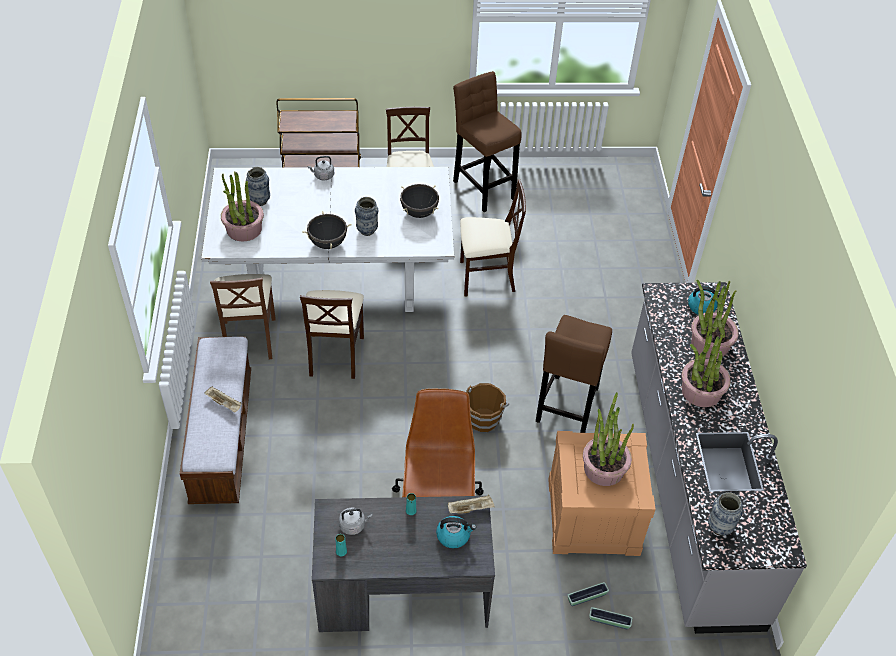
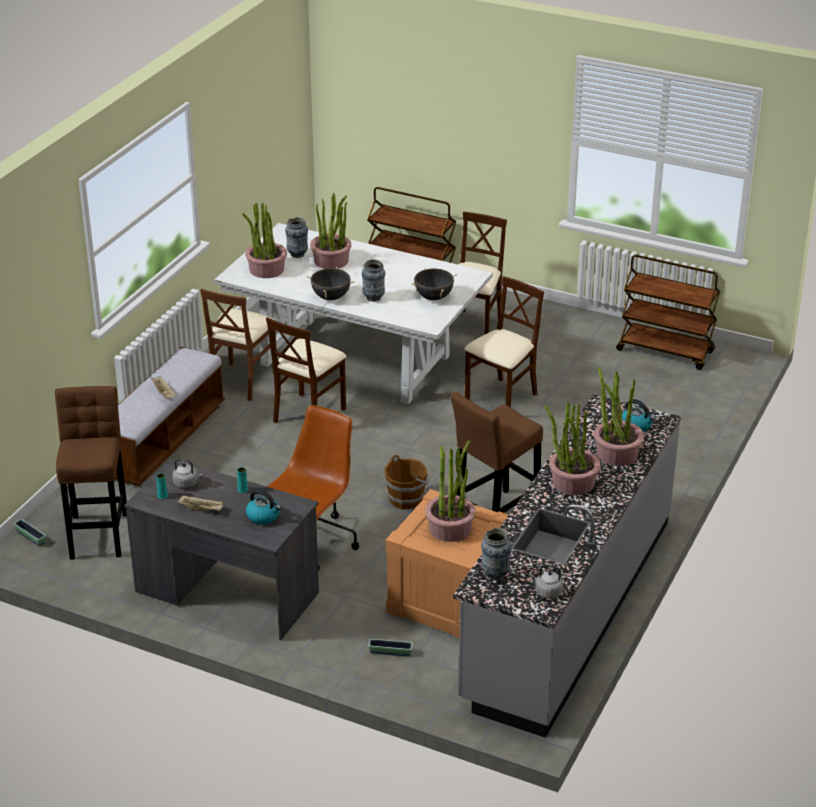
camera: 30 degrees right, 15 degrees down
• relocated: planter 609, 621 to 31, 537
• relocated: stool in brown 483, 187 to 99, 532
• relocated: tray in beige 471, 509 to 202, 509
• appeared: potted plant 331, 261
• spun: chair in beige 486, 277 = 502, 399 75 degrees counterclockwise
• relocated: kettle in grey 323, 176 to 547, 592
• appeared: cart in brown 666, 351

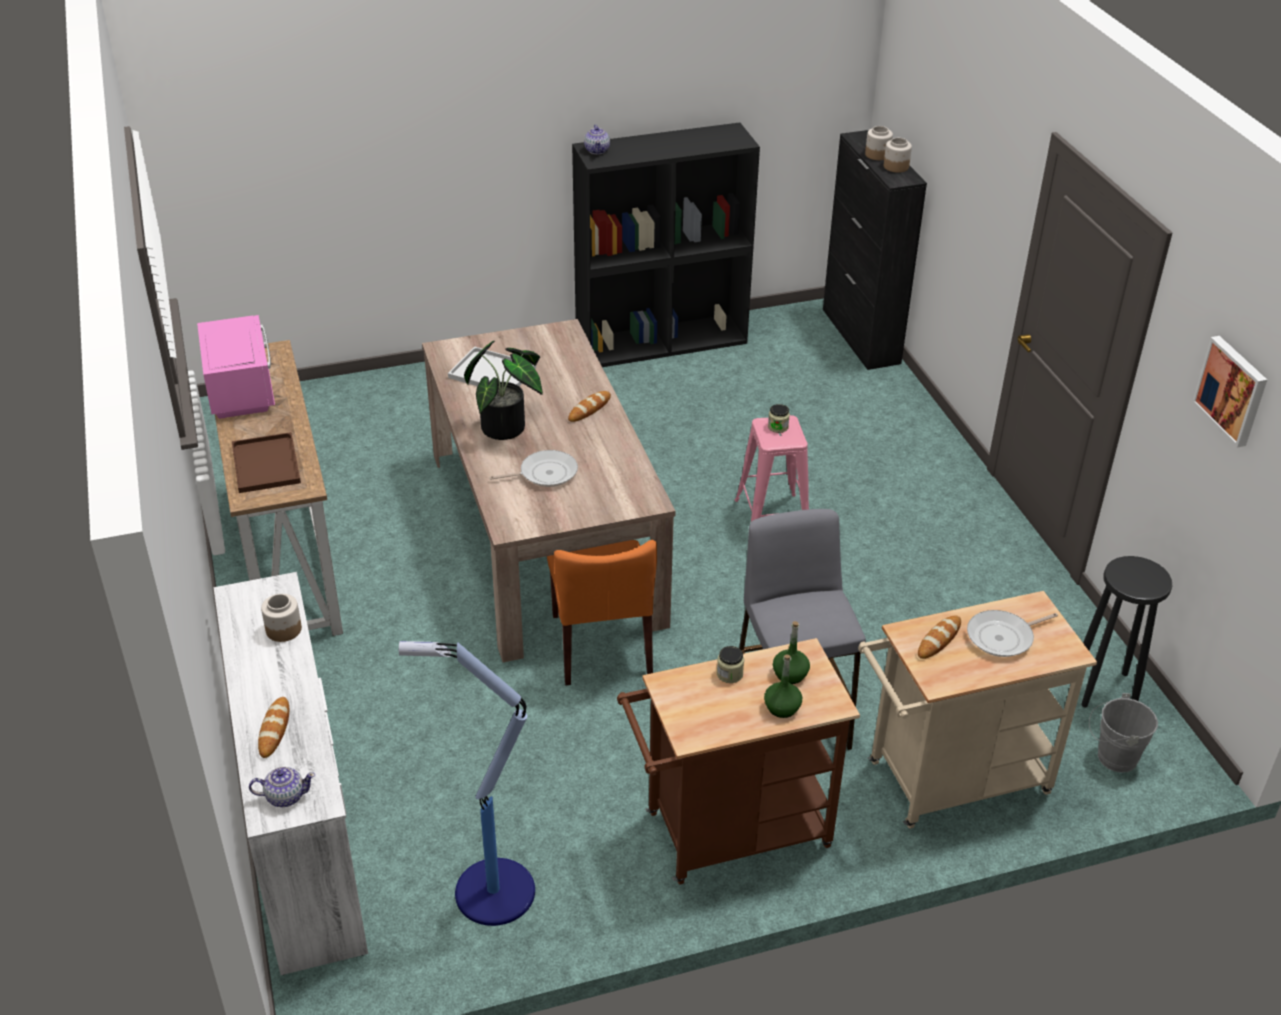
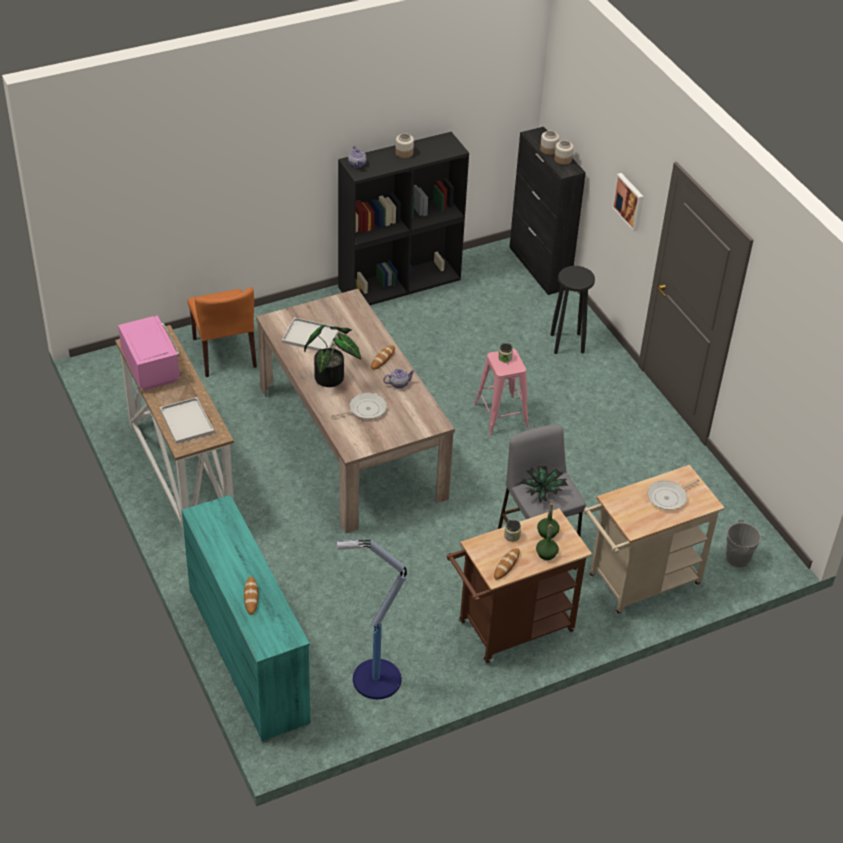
camera: 10 degrees left, 5 degrees up
• colour: tray in brown 265, 463 to tray in white 185, 421
• colour: dresser in white 304, 830 to dresser in turquoise 249, 654
• relocated: chair in orange 601, 645 to 224, 353
• relocated: teapot 285, 796 to 398, 384
• relocated: jar 283, 629 to 404, 153
• relocated: bread 939, 639 to 506, 565
• appeared: potted plant 543, 491
• relocated: stool in black 1105, 689 to 567, 343
• relocated: picture 1232, 390 to 629, 201

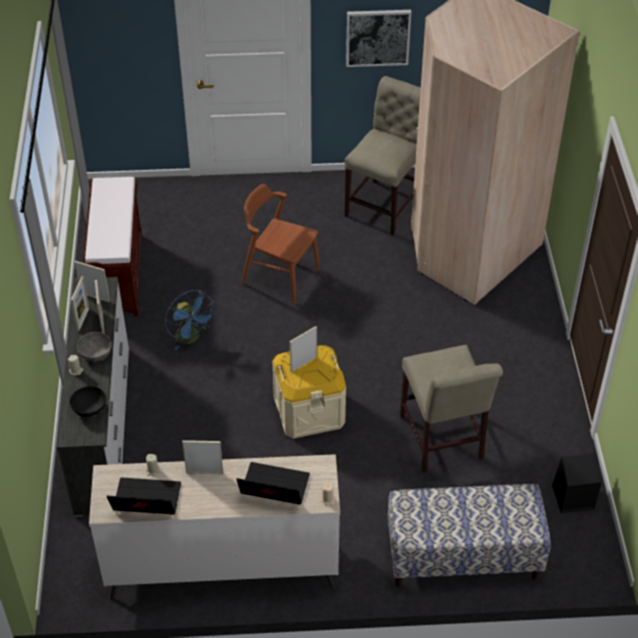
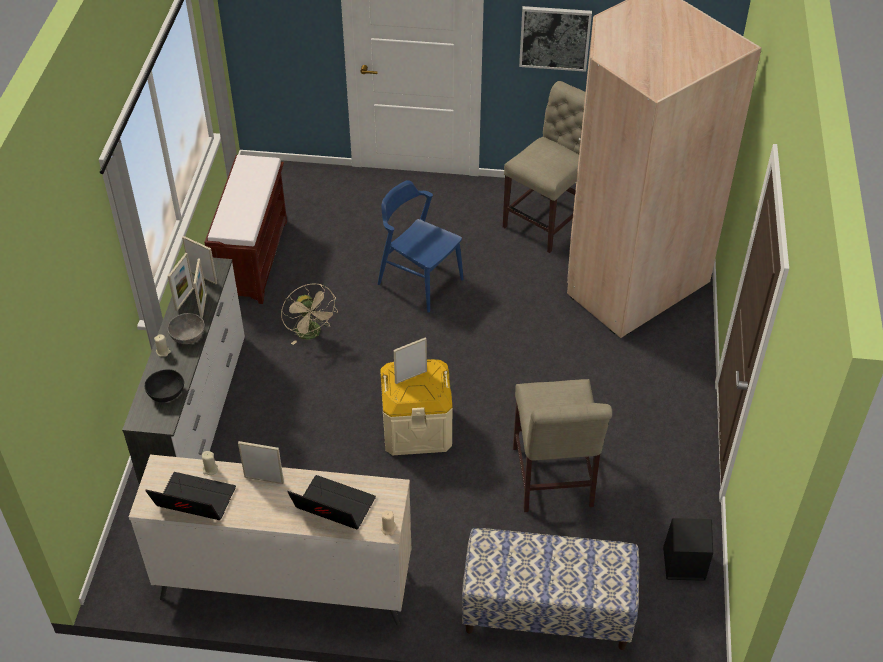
camera: 10 degrees right, 0 degrees up
• colour: fan in blue 191, 338 to fan in beige 312, 334
• colour: chair in brown 280, 276 to chair in blue 420, 281

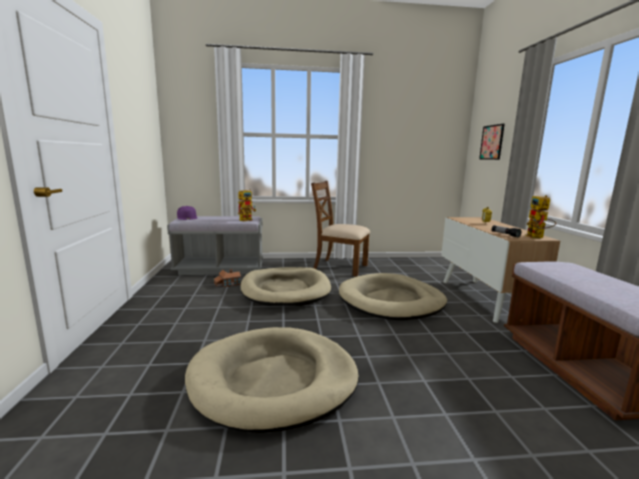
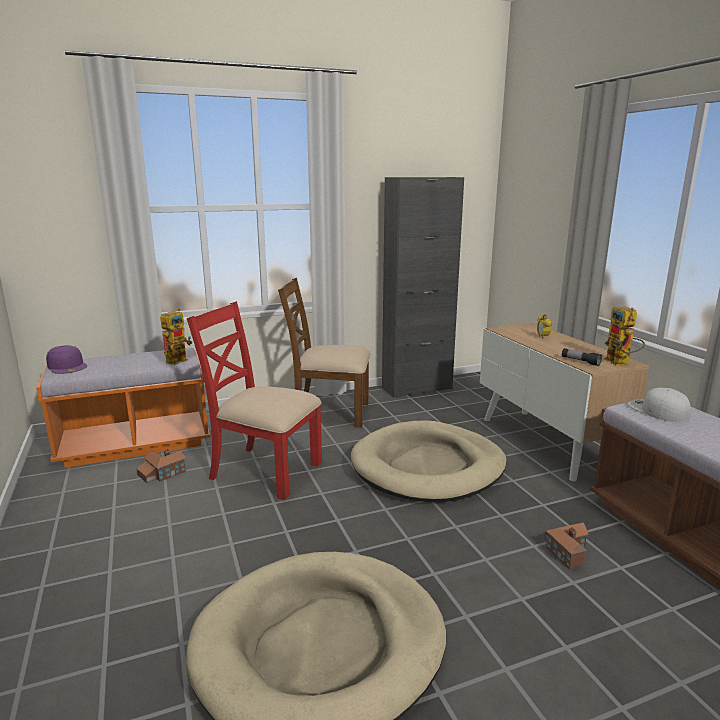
camera: 15 degrees left, 5 degrees up
• colour: bench in grey 220, 269 to bench in orange 135, 443
• exchanged: dog bed in beige 285, 290 to chair in red 264, 471
• appeared: cabinet in black 417, 388
• appeared: toy house 566, 550
• appeared: cap in white 657, 410
• missing: picture 492, 142

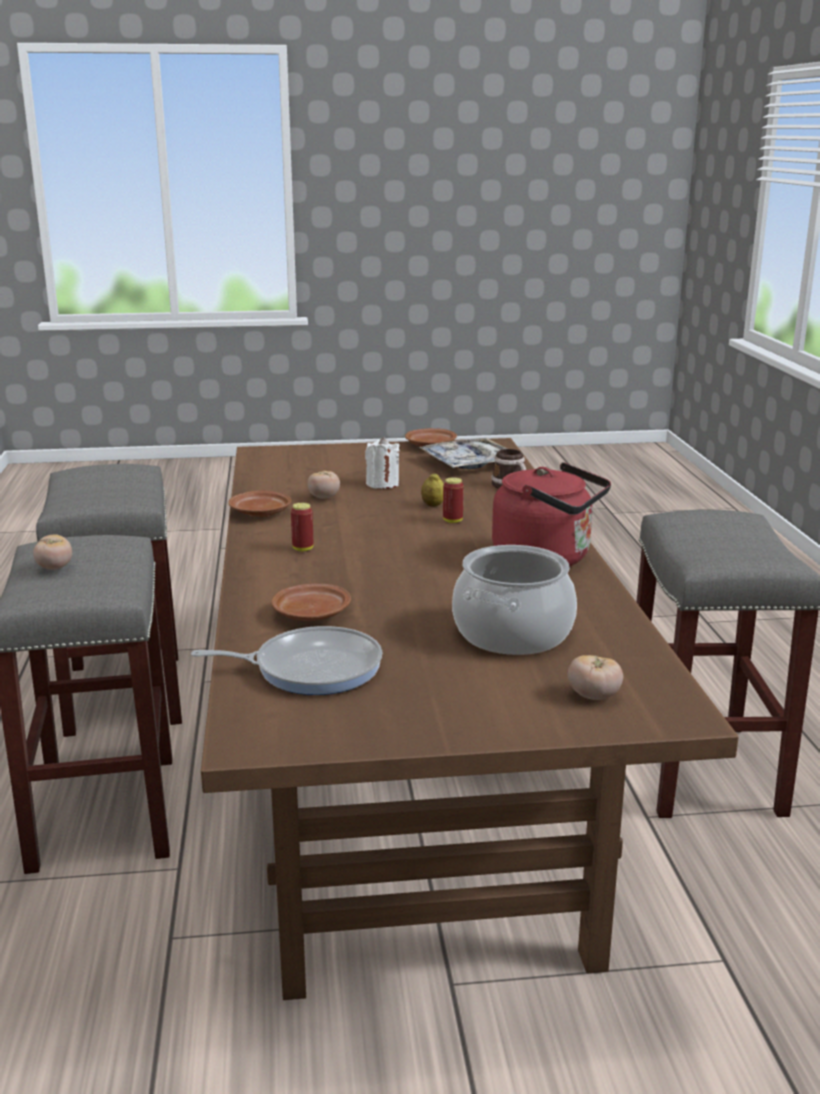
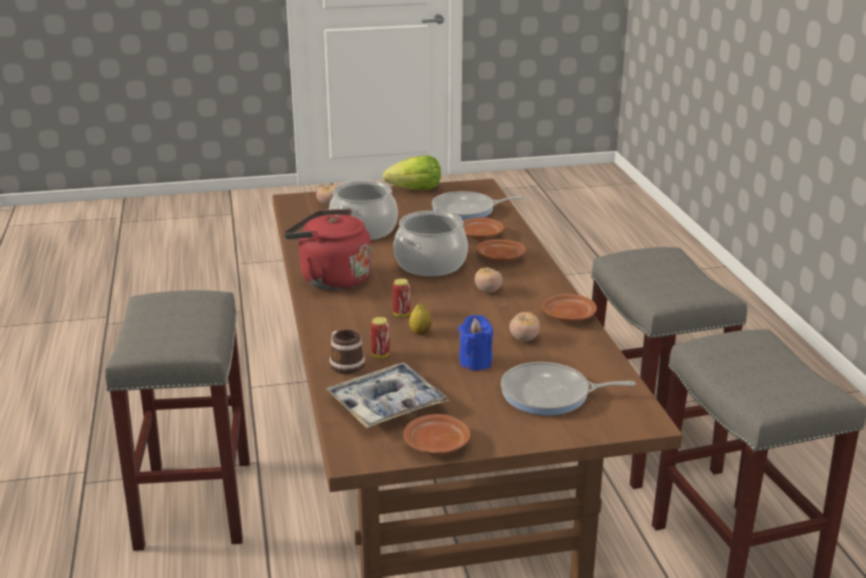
camera: 175 degrees right, 5 degrees up
• relocated: can 303, 549 to 380, 355
• appeared: lettuce 415, 190
• appeared: cooking pot 430, 264
• colour: candle in white 382, 484 to candle in blue 475, 362
• relocated: tomato 55, 568 to 488, 291
• appeared: plate in brown 501, 258
• appeared: frying pan 550, 395

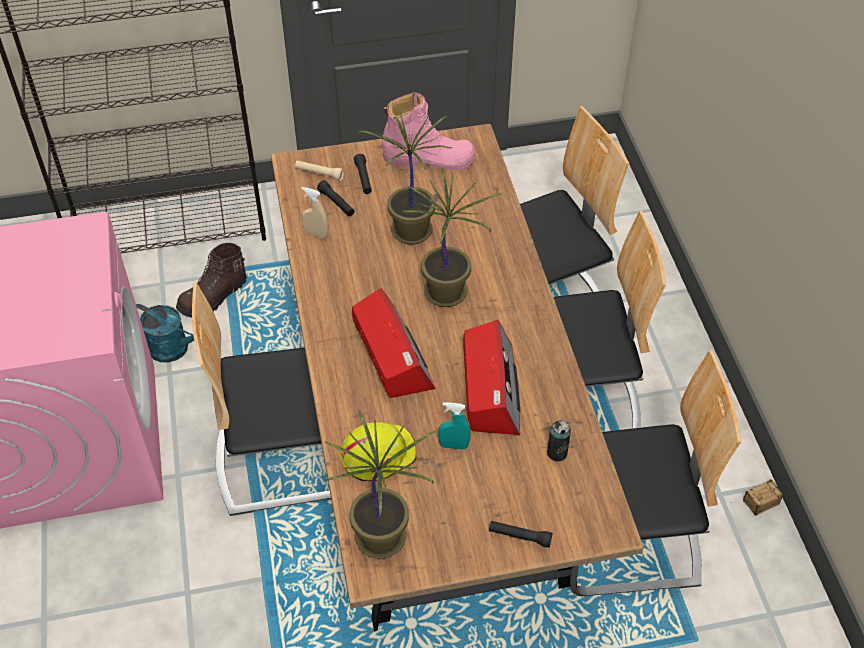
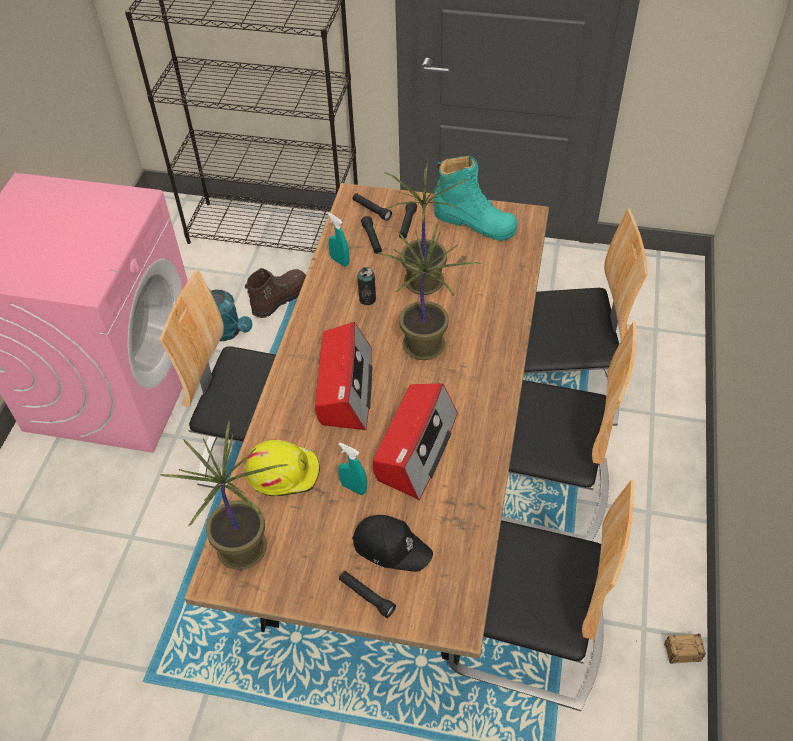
camera: 25 degrees right, 0 degrees up
• spun: boot in brown 214, 297 = 280, 299 150 degrees clockwise
• colour: spray bottle in beige 316, 234 to spray bottle in turquoise 339, 261
• appeared: cap in black 391, 546
• colour: flashlight in beige 319, 173 to flashlight in black 371, 210
• relocated: can 557, 453 to 367, 299
• colour: boot in pink 428, 158 to boot in turquoise 474, 222

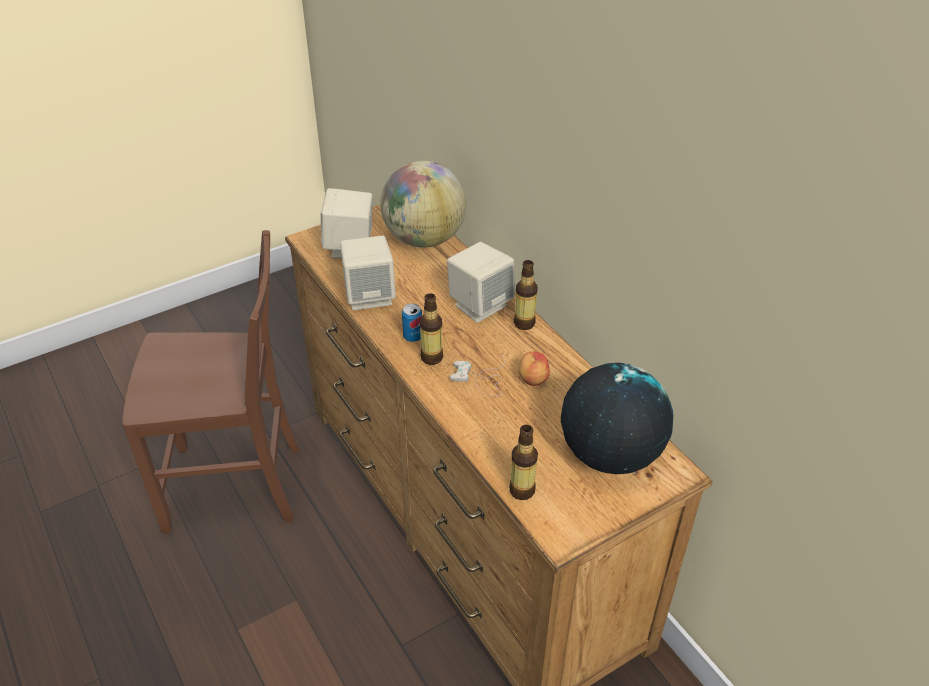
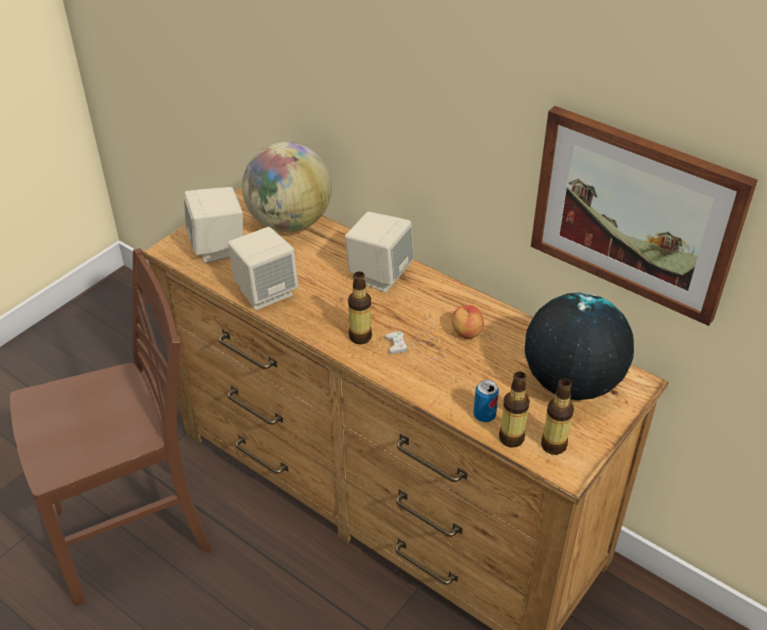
camera: 20 degrees left, 0 degrees up
• relocated: can 413, 336 to 484, 415
• appeared: picture 635, 213
• relocated: bottle 524, 323 to 553, 445

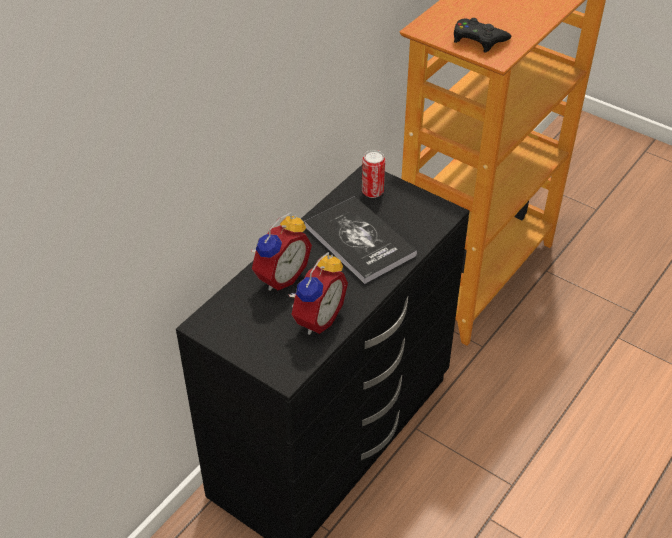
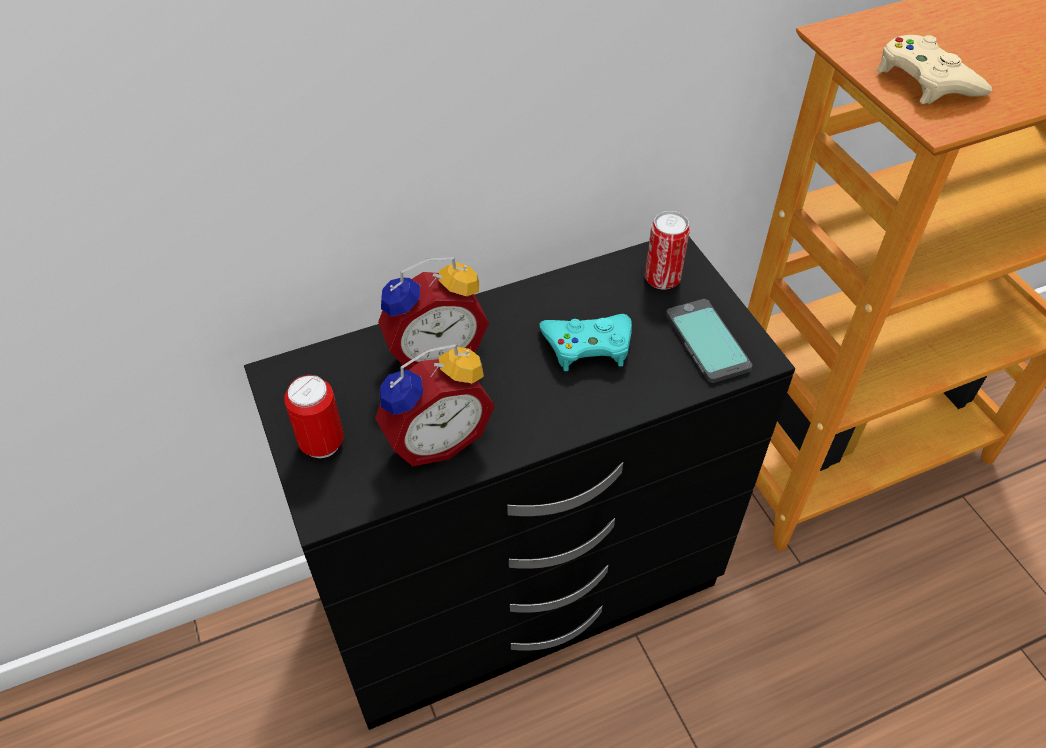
camera: 30 degrees right, 5 degrees up
• appeared: can 322, 443
• exchanged: book 359, 241 to game controller in turquoise 588, 345
• appeared: phone 706, 342
• colour: game controller in black 478, 39 to game controller in beige 926, 80

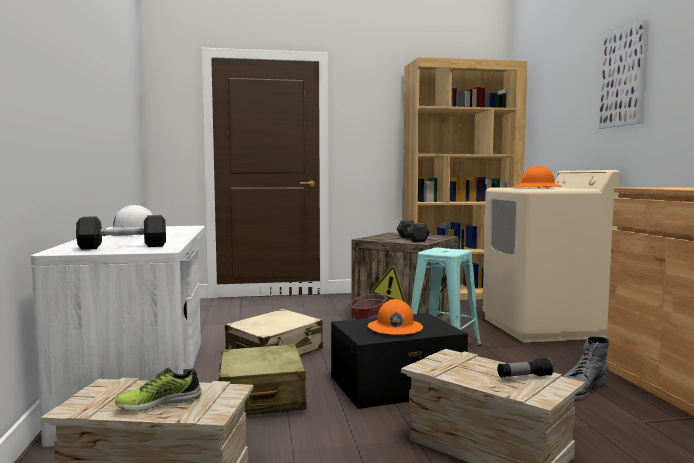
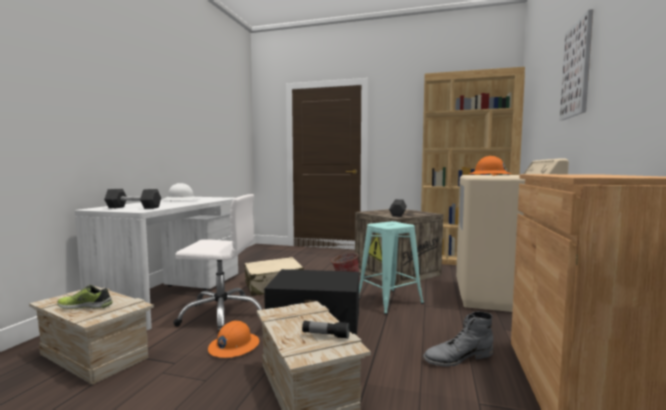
camera: 25 degrees right, 0 degrees up
• exchanged: suitcase in beige 261, 397 to office chair in white 222, 315
• relocated: hard hat in orange 394, 328 to 233, 346

